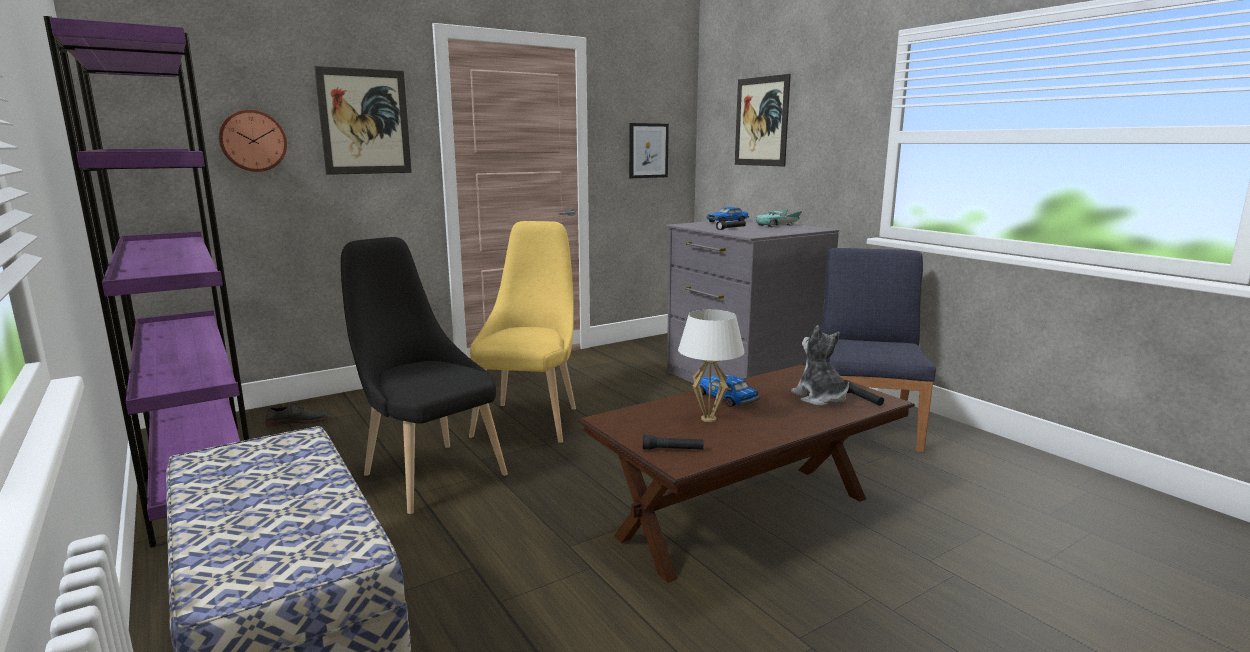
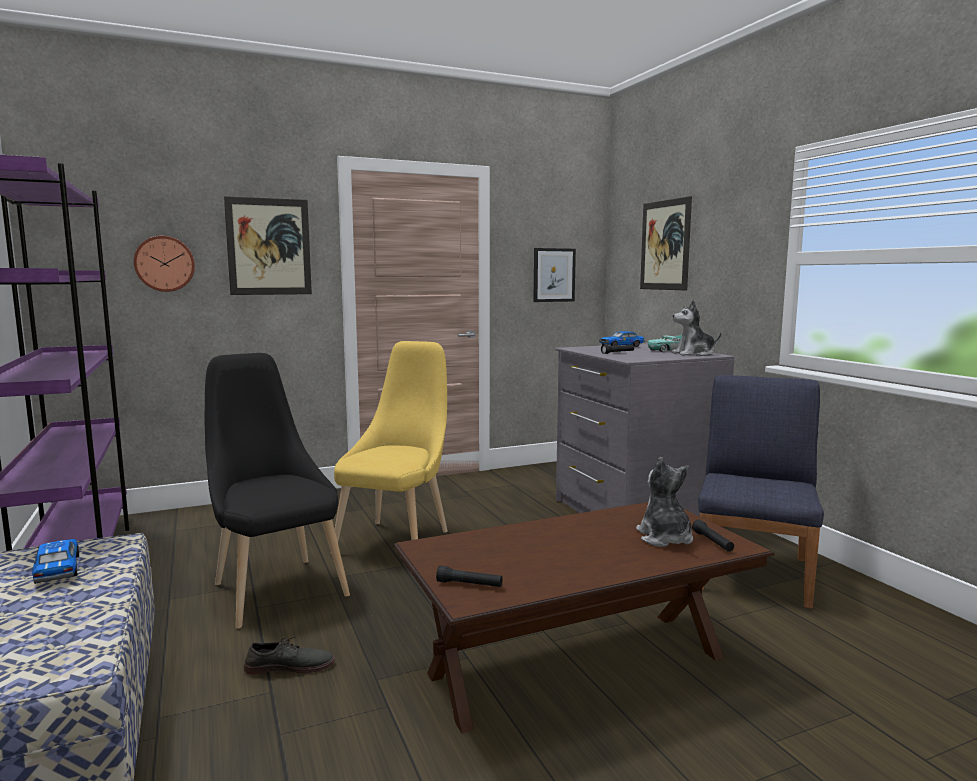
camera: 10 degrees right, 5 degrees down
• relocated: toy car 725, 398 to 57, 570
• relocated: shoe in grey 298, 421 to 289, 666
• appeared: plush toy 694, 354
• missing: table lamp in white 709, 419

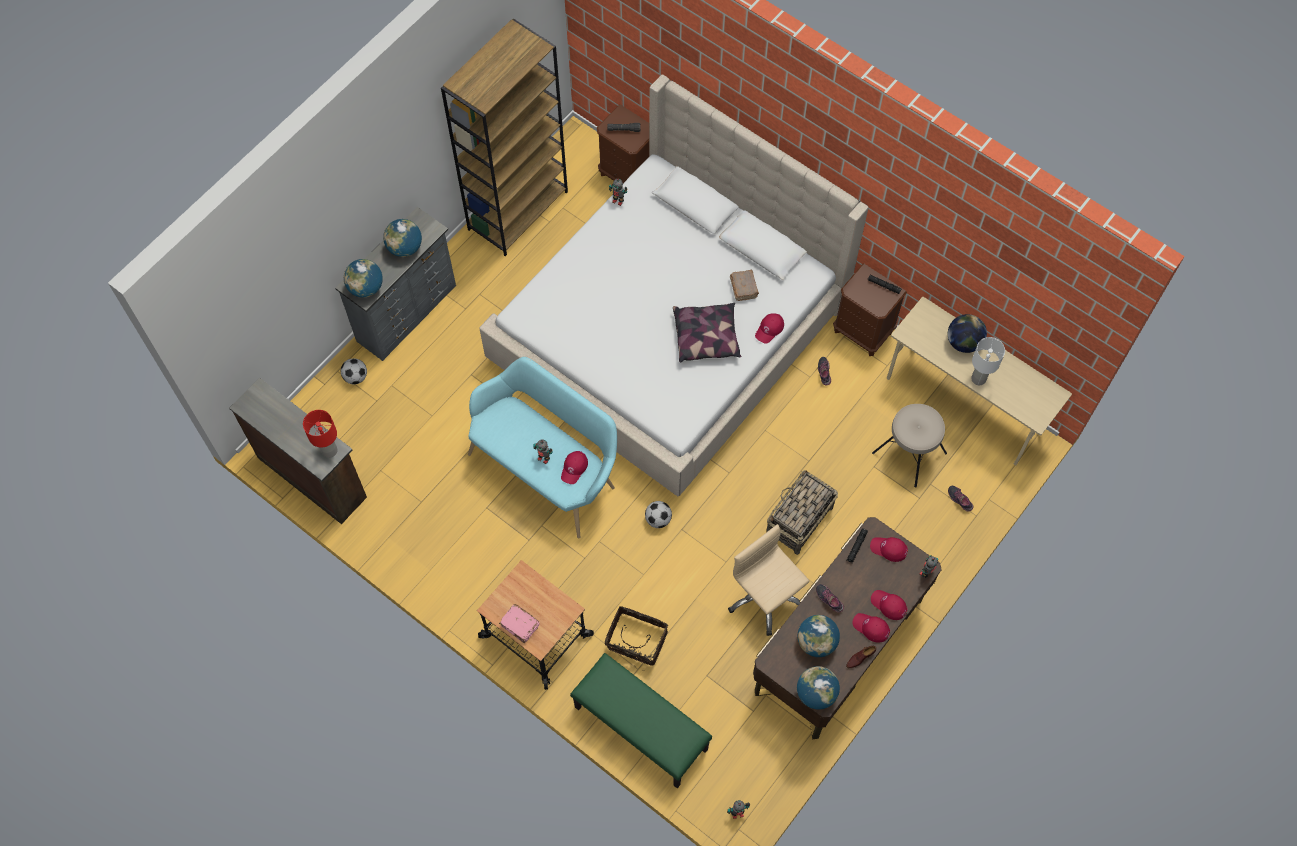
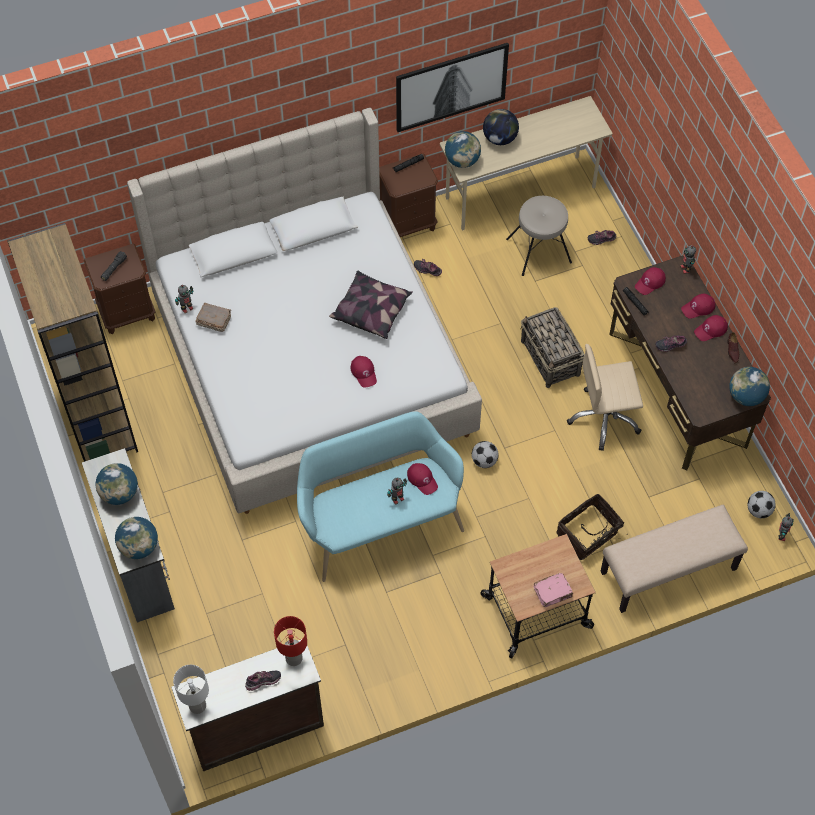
camera: 60 degrees left, 5 degrees down
• relocated: table lamp in white 979, 379 to 198, 706
• relocated: book in brown 744, 288 to 213, 320
• appeared: shoe 263, 682
• relocated: cap in red 769, 329 to 364, 372
• appeared: picture 451, 86
• relocated: globe 816, 642 to 462, 161
• colour: bench in green 640, 728 to bench in beige 668, 571
• relocated: football 355, 377 to 758, 511

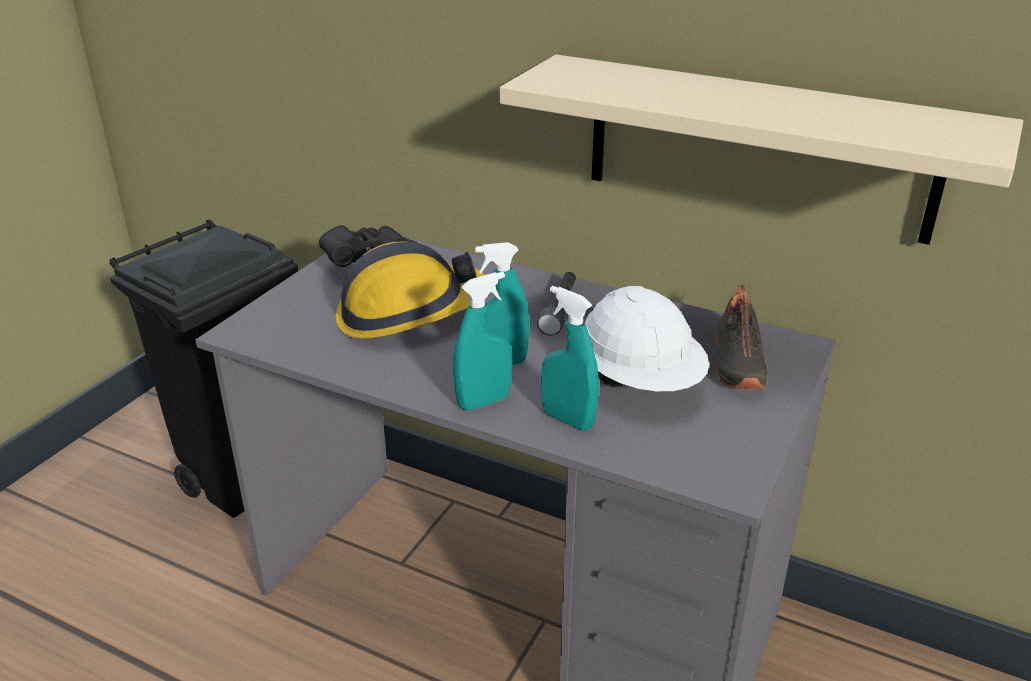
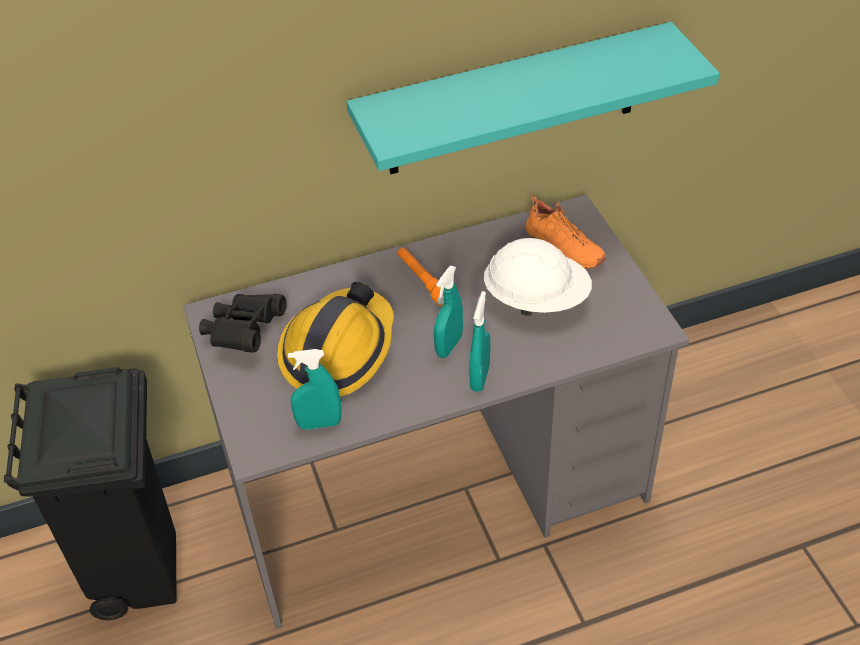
camera: 45 degrees left, 15 degrees up
• relocated: spray bottle in turquoise 568, 420 to 319, 423
• colour: shelf in beige 758, 148 to shelf in turquoise 513, 101
• colour: flashlight in grey 559, 311 to flashlight in orange 423, 281
• colour: shoe in black 735, 362 to shoe in orange 562, 248

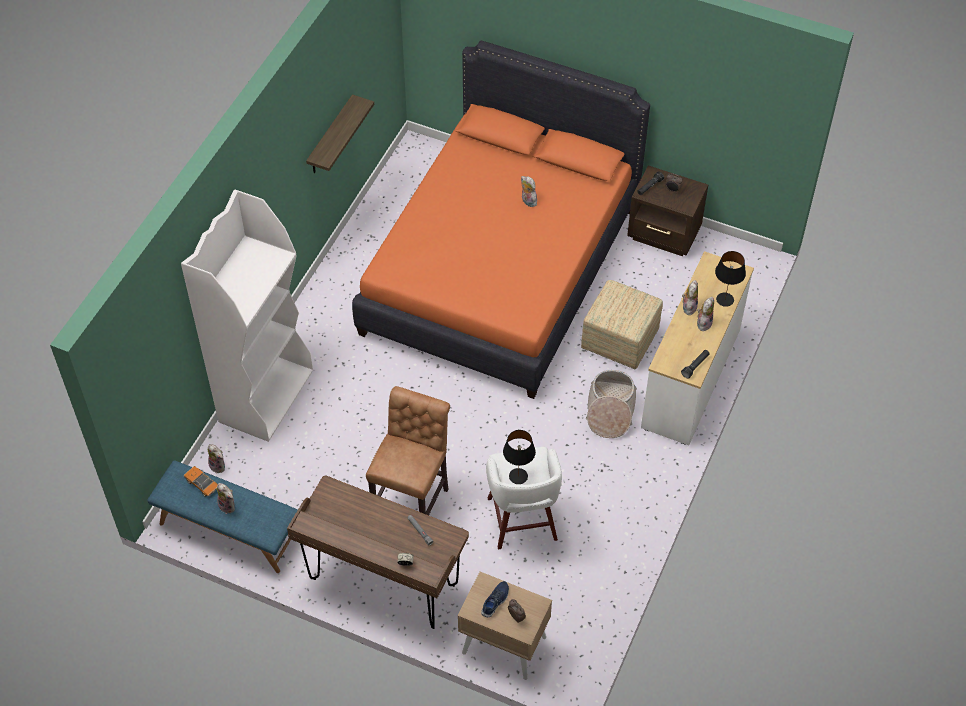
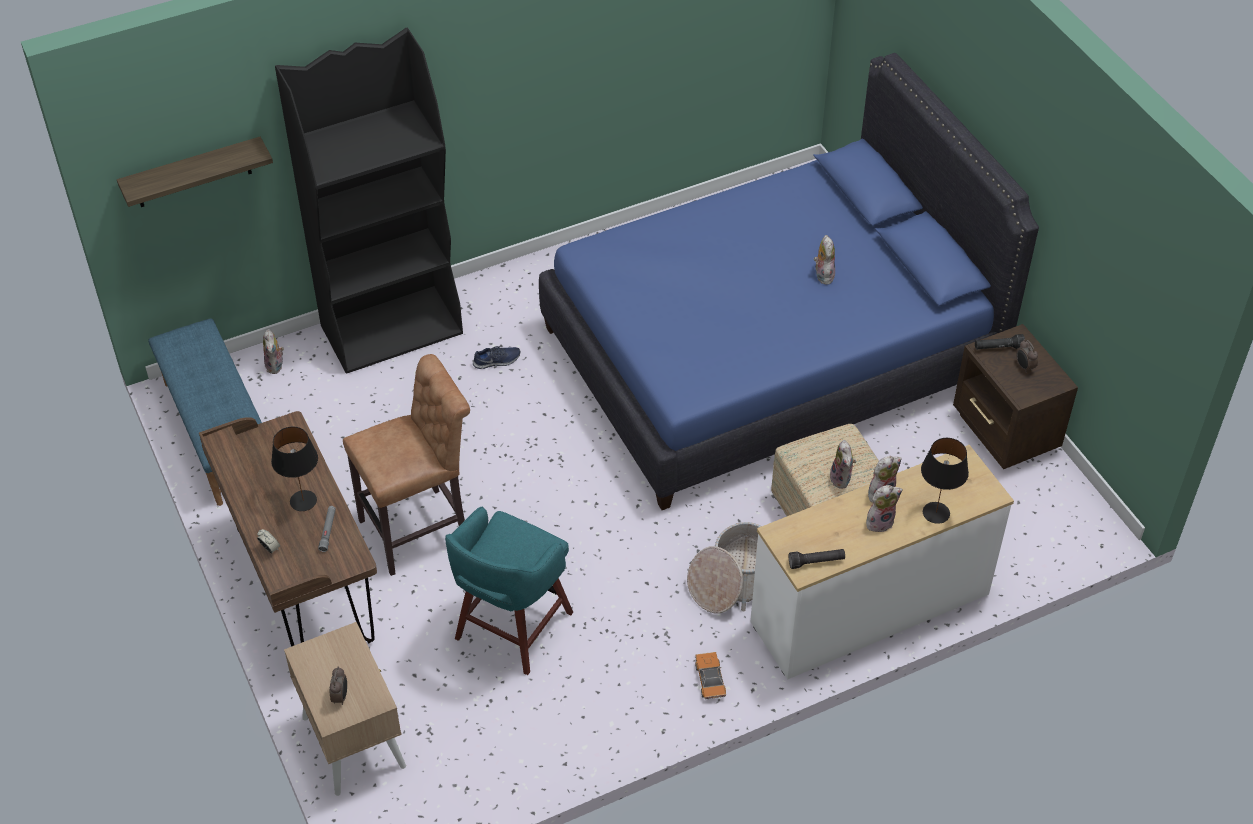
camera: 40 degrees right, 5 degrees down
• relocated: shelf 330, 136 to 192, 173
• relocated: table lamp in black 518, 476 to 304, 501
• colour: bookcase in white 266, 395 to bookcase in black 392, 329
• colour: stool in white 522, 521 to stool in turquoise 511, 628
• relocated: shoe in blue 496, 601 to 497, 361
• colour: bed in orange 499, 269 to bed in blue 768, 354
• relocated: toy car 202, 484 to 710, 679
• relocated: plush toy 228, 506 to 842, 479

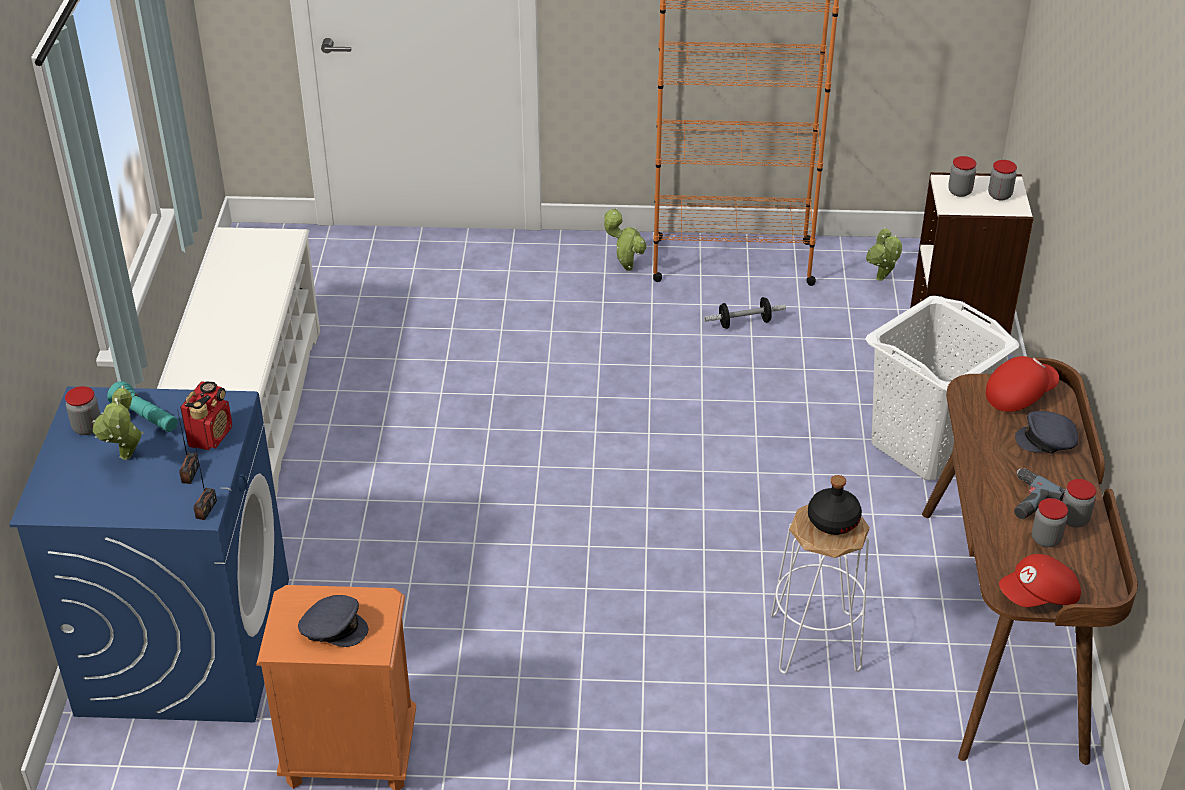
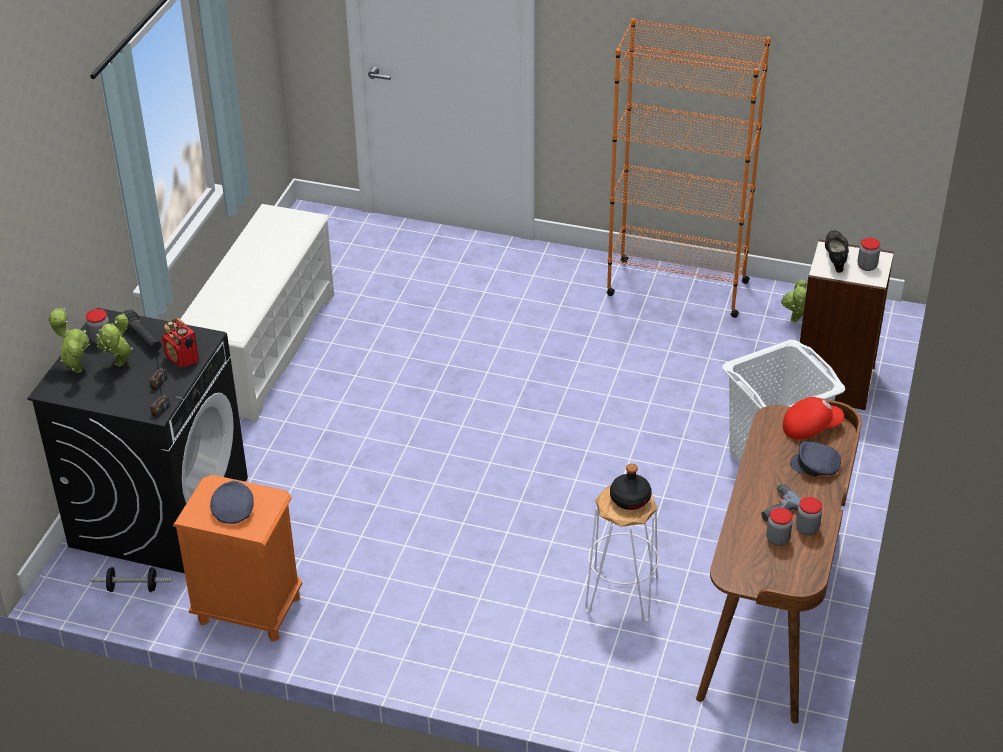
camera: 15 degrees right, 0 degrees up
• colour: washing machine in blue 184, 645 to washing machine in black 159, 511
• relocated: potted plant 625, 267 to 76, 368
• relocated: dumbbell 744, 323 to 133, 588
• colour: flashlight in turquoise 146, 418 to flashlight in black 142, 339
• spun: radio 211, 436 = 182, 359 105 degrees clockwise
• spun: cap in grey 333, 628 = 233, 510 120 degrees counterclockwise
• exchanged: jar 959, 191 to shoe in black 835, 258
• missing: cap in red 1039, 597

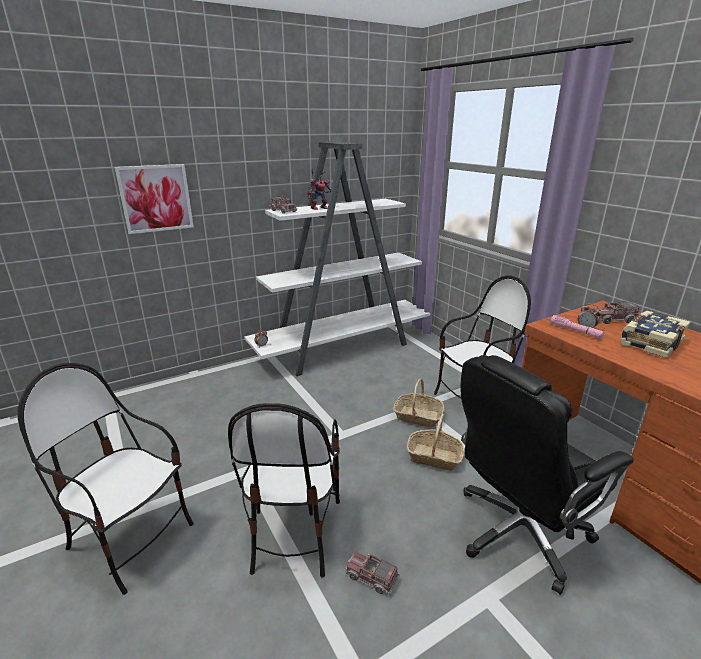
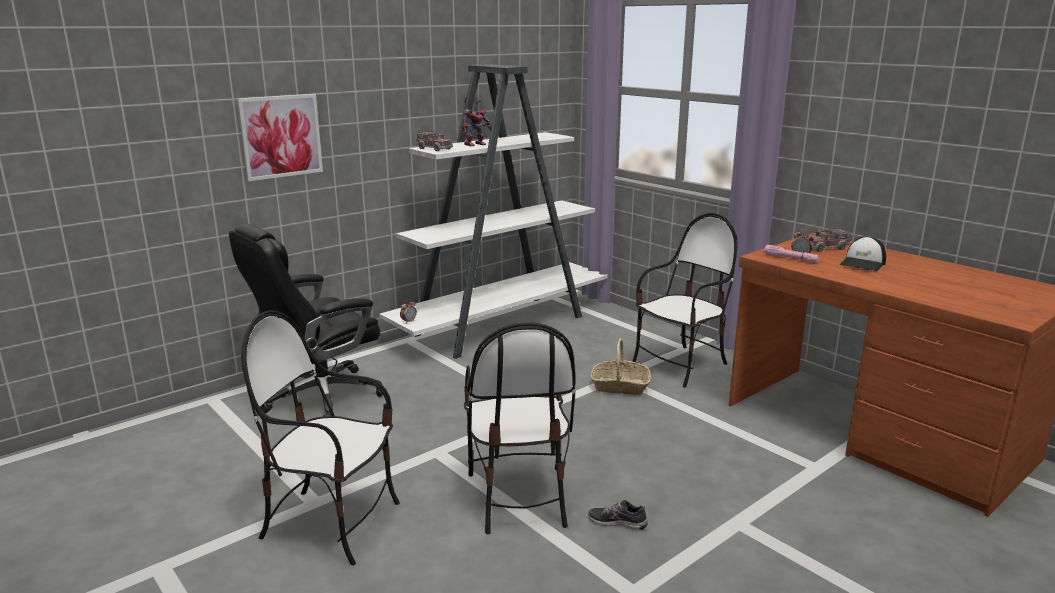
camera: 10 degrees left, 5 degrees down
• relocated: office chair in black 518, 532 to 320, 396
• exchanged: toy truck 372, 577 to shoe 617, 522
• exchanged: book 649, 342 to cap 863, 263
• missing: basket 434, 457

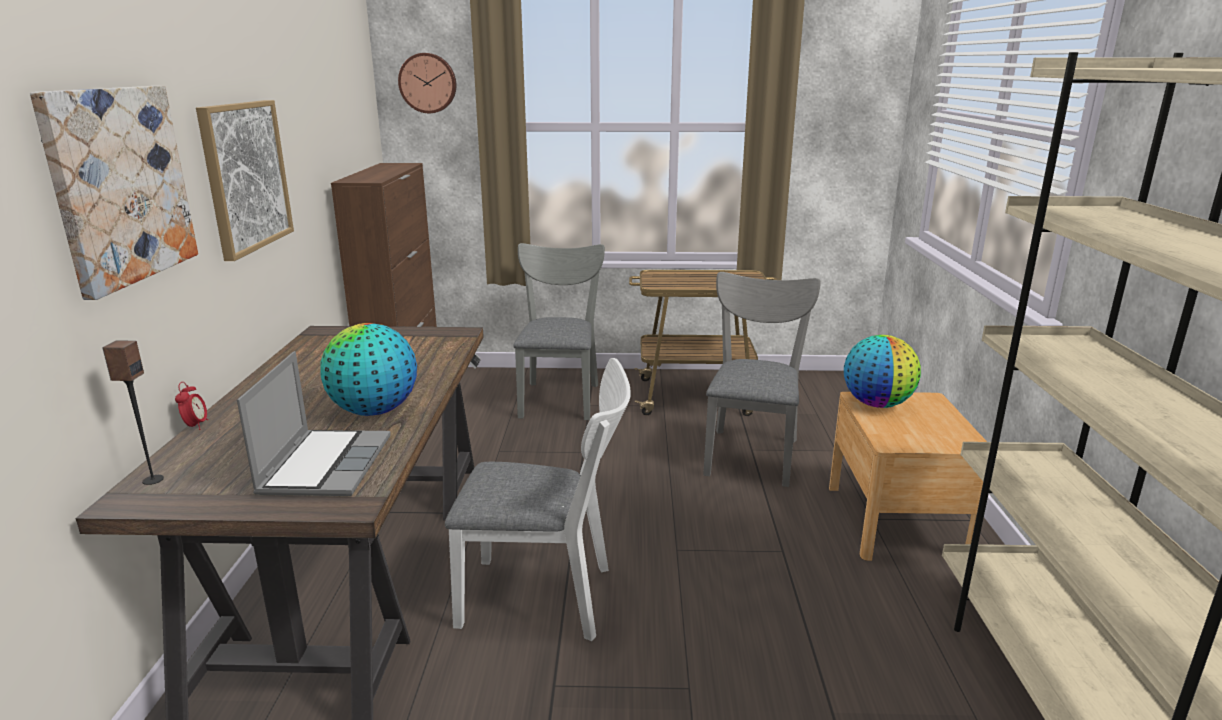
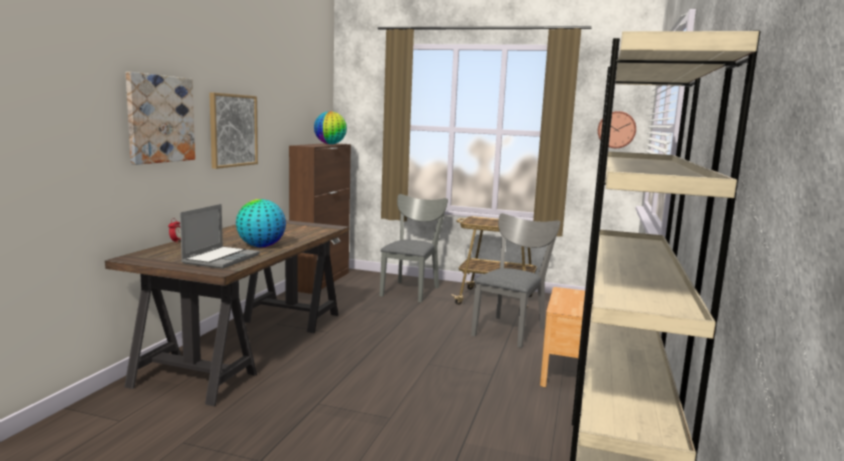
camera: 15 degrees right, 10 degrees down
• relocated: globe 877, 404 to 330, 144
• relocated: wall clock 428, 83 to 616, 129
• missing: speaker 152, 480
• missing: chair in white 548, 597

